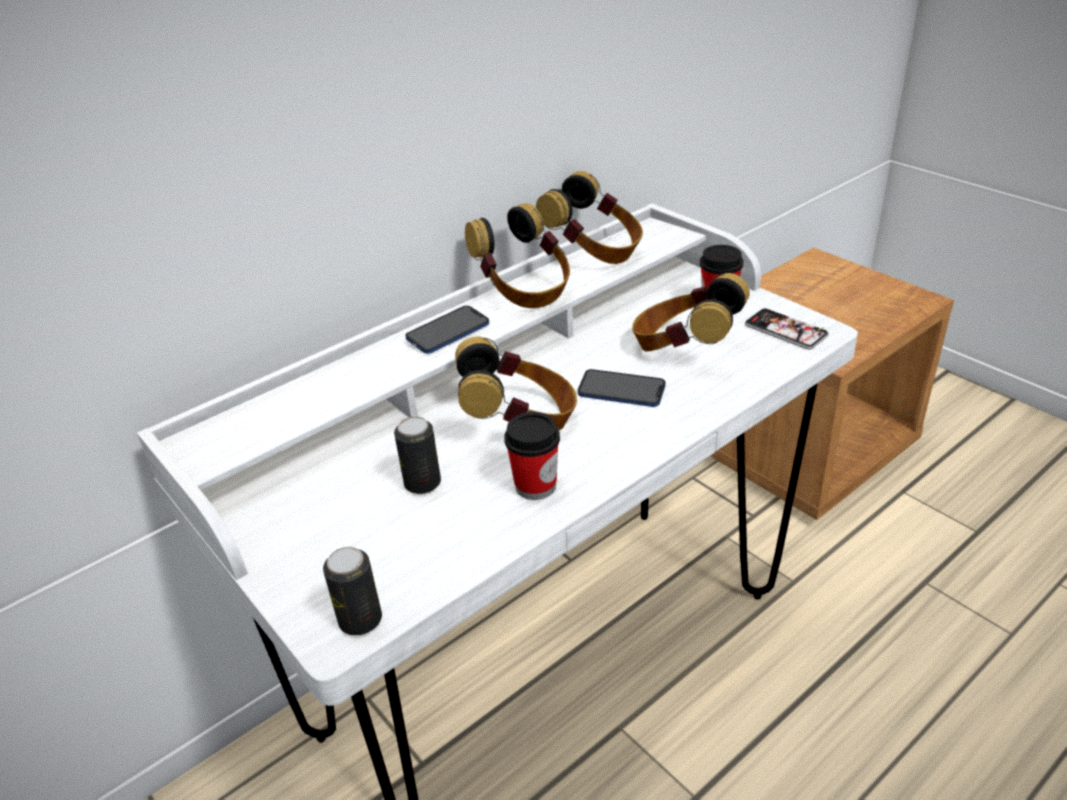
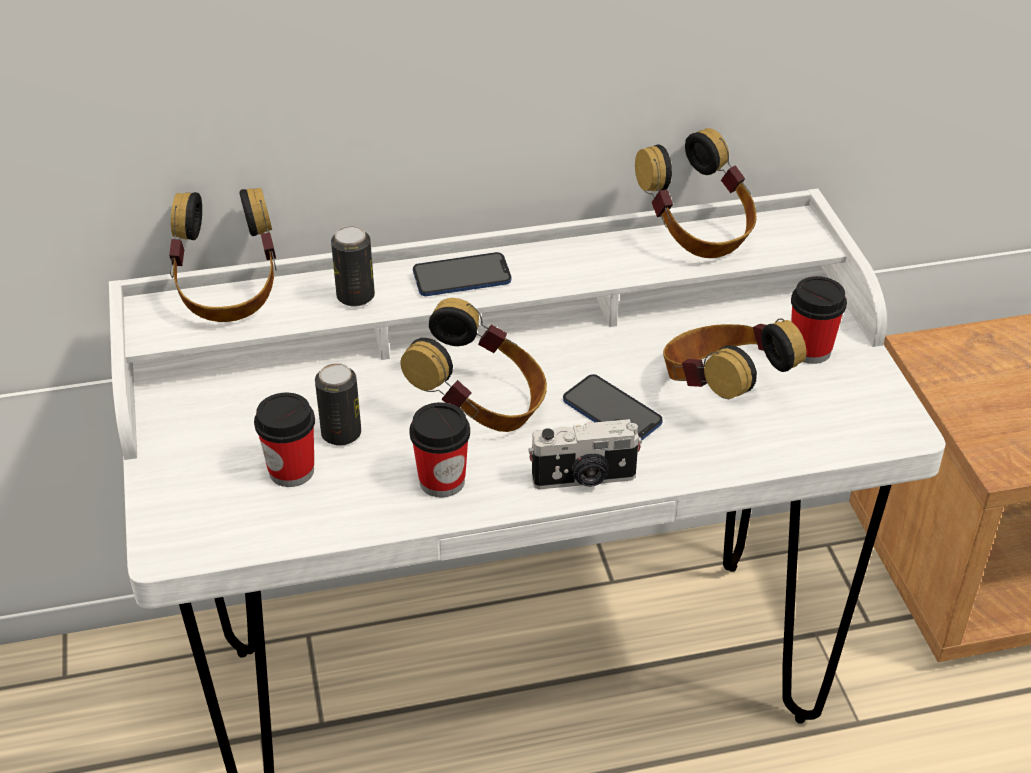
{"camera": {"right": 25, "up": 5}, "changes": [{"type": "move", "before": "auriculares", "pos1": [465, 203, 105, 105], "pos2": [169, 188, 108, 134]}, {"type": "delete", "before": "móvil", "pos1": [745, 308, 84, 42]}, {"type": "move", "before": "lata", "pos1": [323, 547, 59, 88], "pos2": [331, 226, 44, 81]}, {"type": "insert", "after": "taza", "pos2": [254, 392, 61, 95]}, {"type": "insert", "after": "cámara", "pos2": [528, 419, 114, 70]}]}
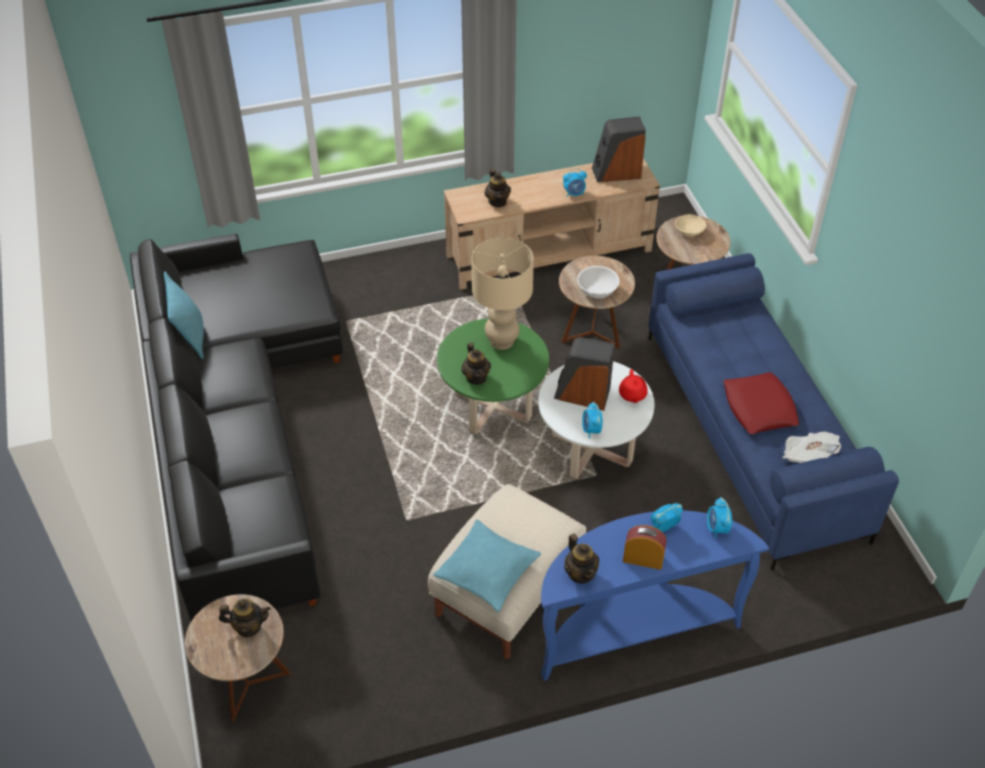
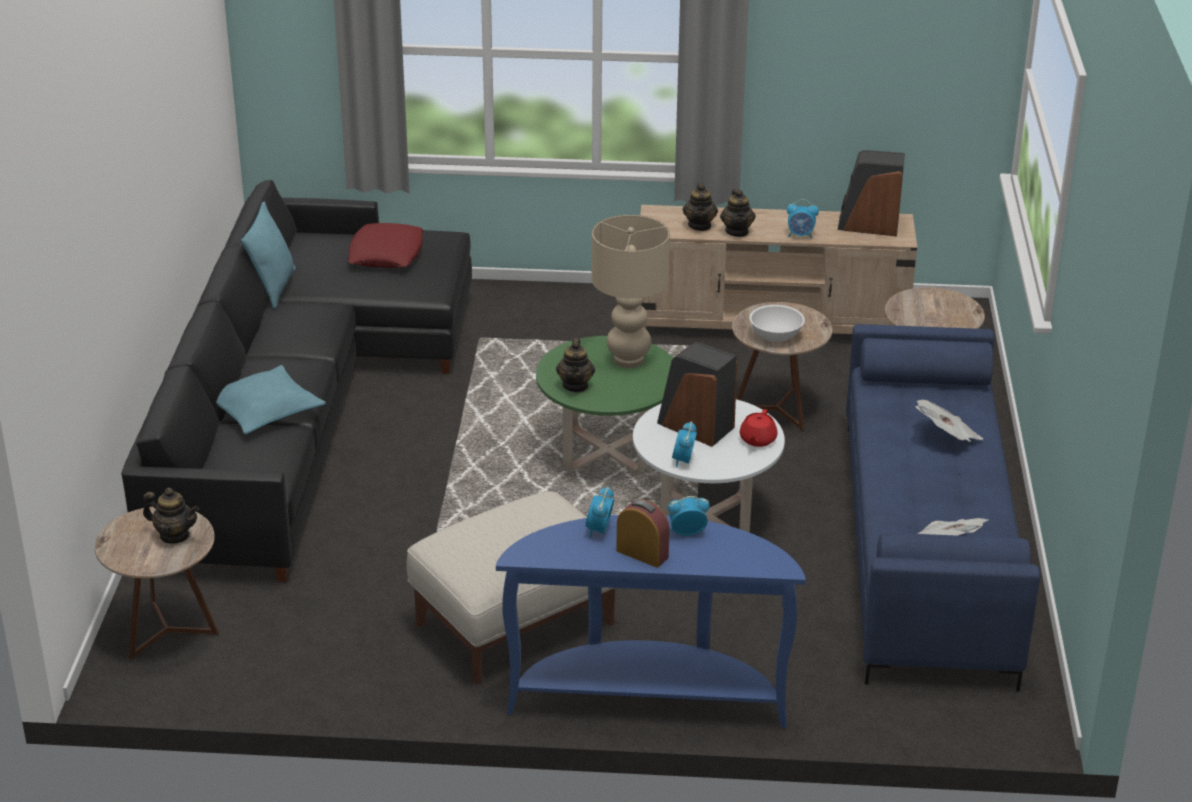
{"camera": {"right": 20, "up": -15}, "changes": [{"type": "delete", "before": "cuenco (beis)", "pos1": [675, 214, 31, 23]}, {"type": "move", "before": "cojín (rojo)", "pos1": [723, 372, 76, 62], "pos2": [348, 223, 75, 45]}, {"type": "move", "before": "despertador", "pos1": [707, 497, 25, 42], "pos2": [585, 486, 29, 52]}, {"type": "move", "before": "cojín (turquesa)", "pos1": [433, 519, 108, 93], "pos2": [216, 365, 110, 69]}, {"type": "move", "before": "tetera", "pos1": [564, 534, 35, 50], "pos2": [720, 189, 36, 48]}, {"type": "insert", "after": "periódico", "pos2": [915, 400, 68, 42]}]}
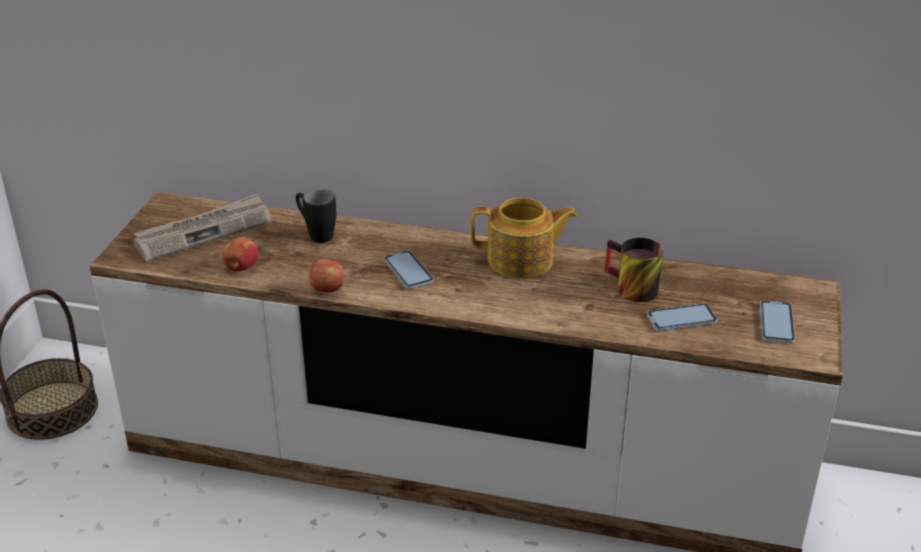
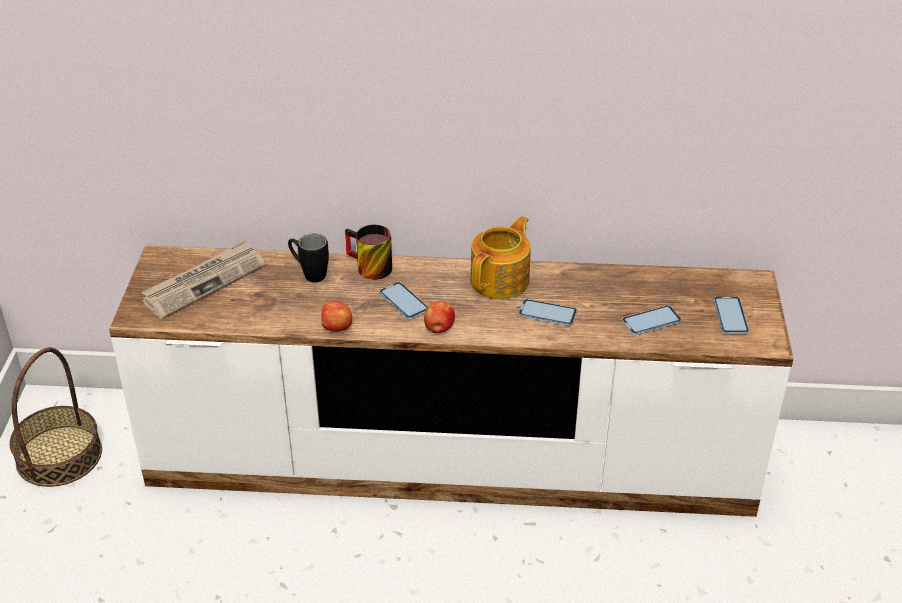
{"camera": {"right": -10, "up": 5}, "changes": [{"type": "rotate", "before": "tetera", "pos1": [471, 197, 107, 81], "pos2": [470, 216, 61, 83], "turn": -45}, {"type": "move", "before": "manzana", "pos1": [223, 237, 36, 34], "pos2": [424, 301, 31, 32]}, {"type": "move", "before": "taza grande", "pos1": [605, 238, 58, 64], "pos2": [345, 225, 47, 55]}, {"type": "insert", "after": "móvil", "pos2": [518, 299, 59, 27]}]}
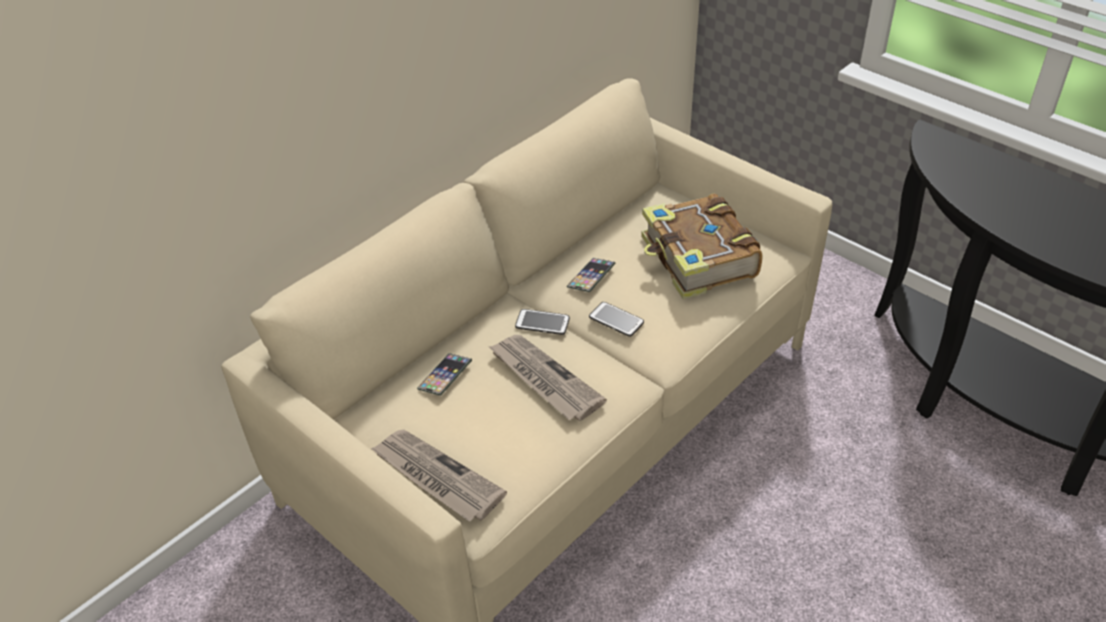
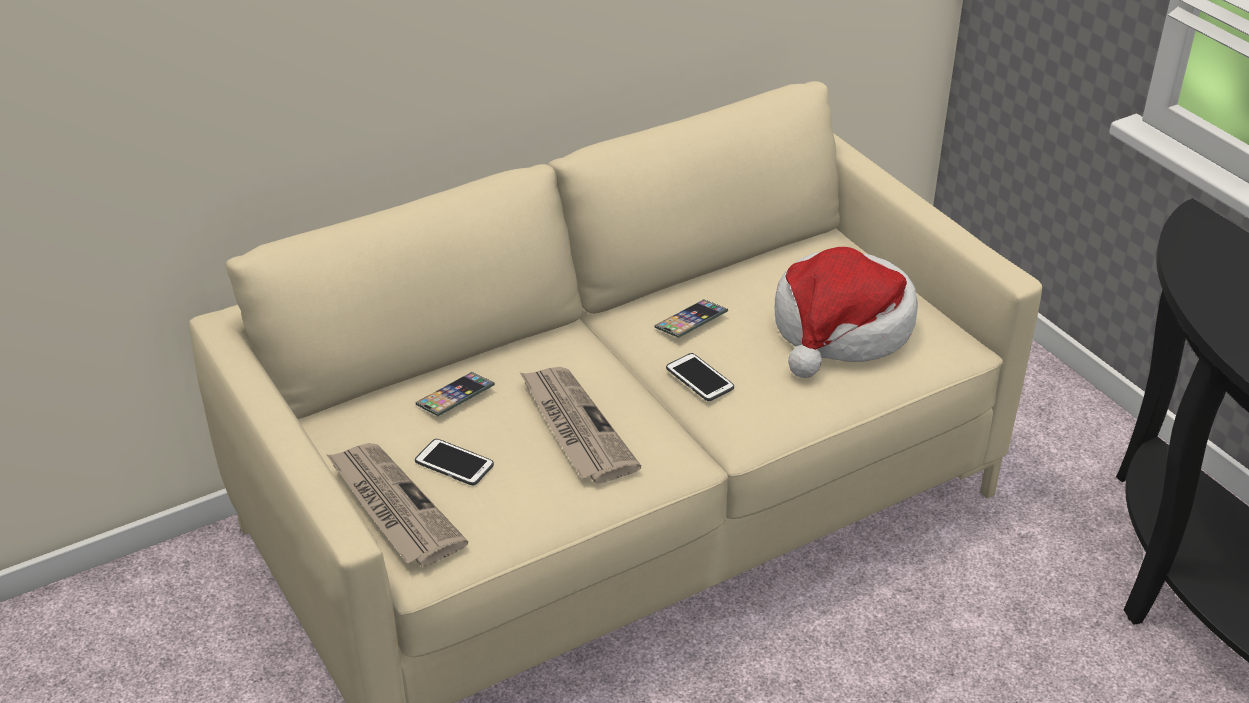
{"camera": {"right": 15, "up": -5}, "changes": [{"type": "replace", "before": "libro", "after": "sombrero", "pos1": [641, 193, 121, 106], "pos2": [775, 247, 143, 131]}, {"type": "move", "before": "móvil", "pos1": [515, 309, 55, 26], "pos2": [415, 439, 79, 47]}]}
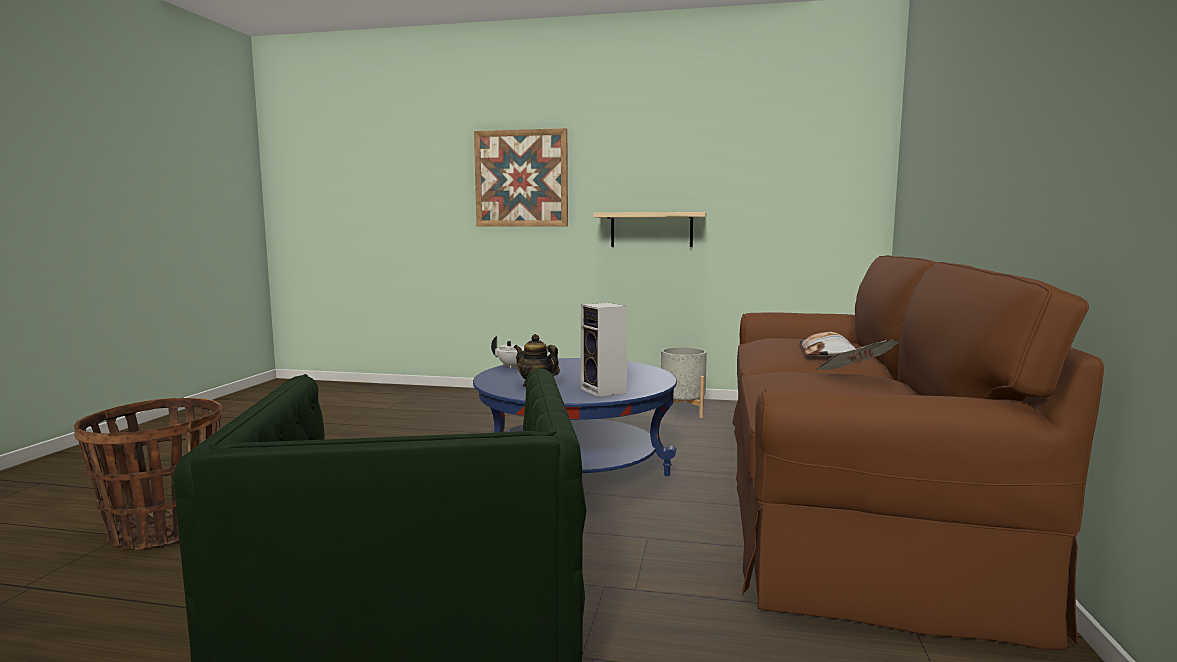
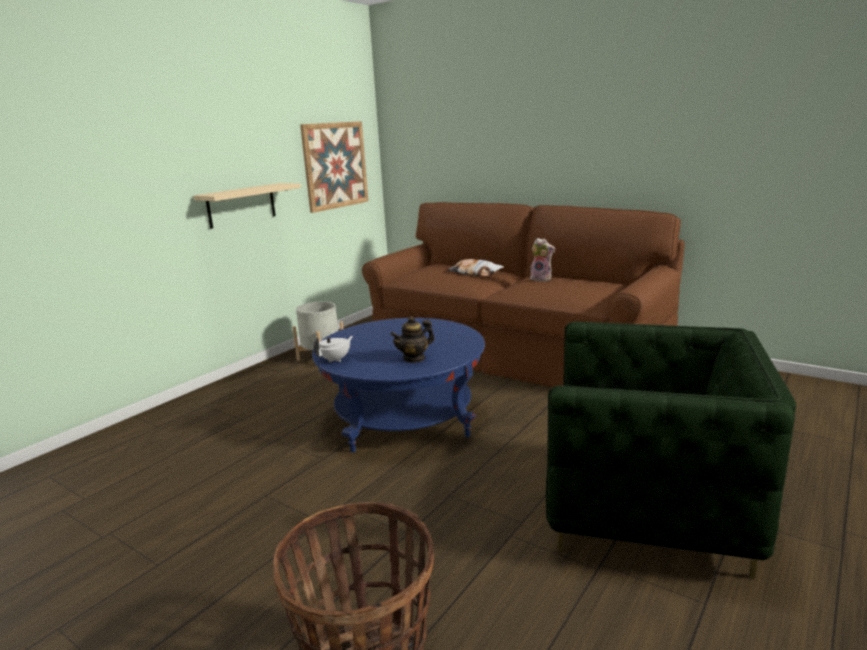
{"camera": {"right": -65, "up": 10}, "changes": [{"type": "move", "before": "cuadro", "pos1": [474, 128, 94, 98], "pos2": [300, 121, 68, 92]}, {"type": "delete", "before": "altavoz", "pos1": [581, 303, 47, 94]}, {"type": "replace", "before": "periódico", "after": "peluche", "pos1": [816, 339, 82, 31], "pos2": [530, 238, 25, 44]}]}
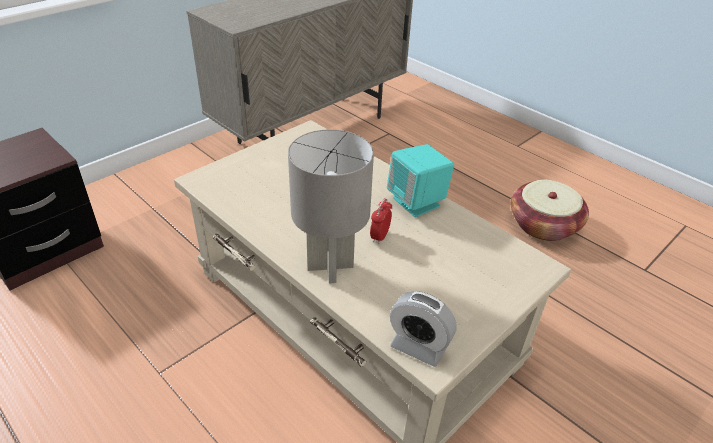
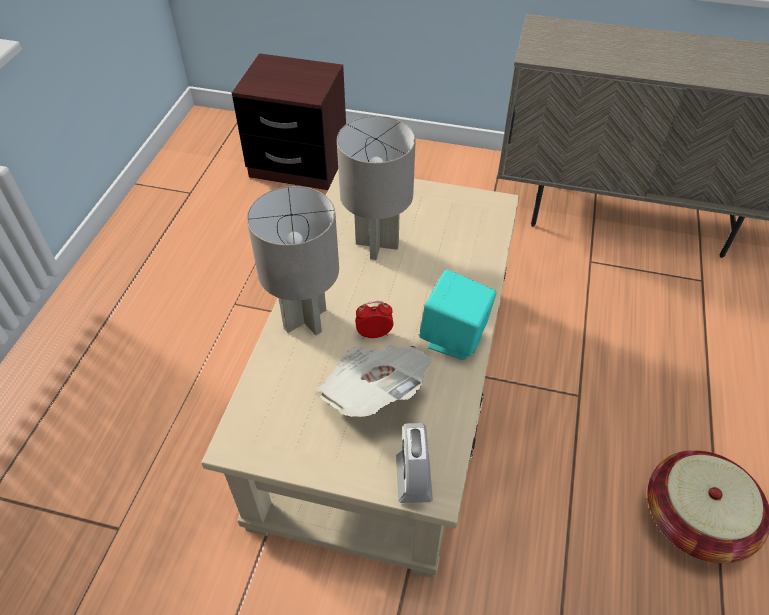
{"camera": {"right": 60, "up": 10}, "changes": [{"type": "move", "before": "despertador", "pos1": [390, 291, 67, 76], "pos2": [396, 423, 37, 80]}, {"type": "insert", "after": "lámpara de mesa (gris)", "pos2": [337, 116, 79, 144]}, {"type": "insert", "after": "periódico", "pos2": [316, 345, 116, 72]}]}
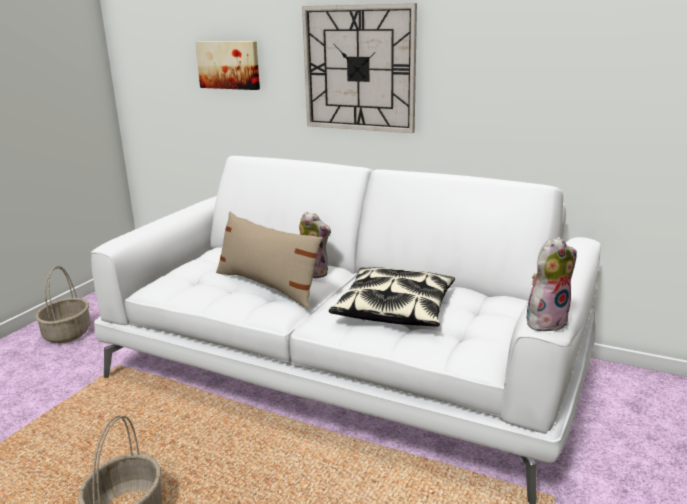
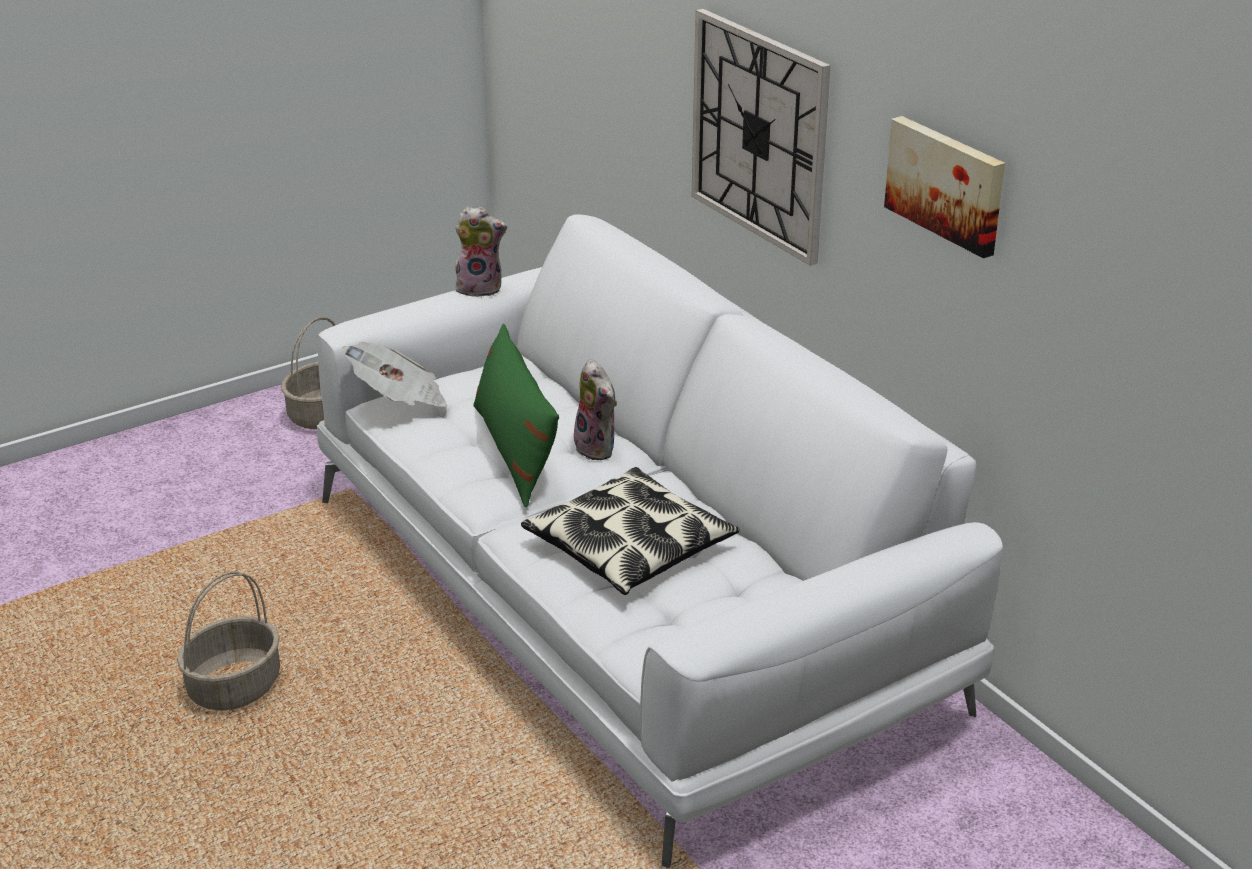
{"camera": {"right": 30, "up": 10}, "changes": [{"type": "move", "before": "cuadro", "pos1": [195, 41, 65, 49], "pos2": [884, 116, 121, 142]}, {"type": "recolor", "before": "cojín (beis)", "after": "cojín (verde)", "pos1": [216, 212, 107, 97], "pos2": [473, 324, 86, 183]}, {"type": "move", "before": "peluche", "pos1": [526, 237, 51, 94], "pos2": [454, 207, 53, 90]}, {"type": "insert", "after": "periódico", "pos2": [342, 342, 106, 65]}]}
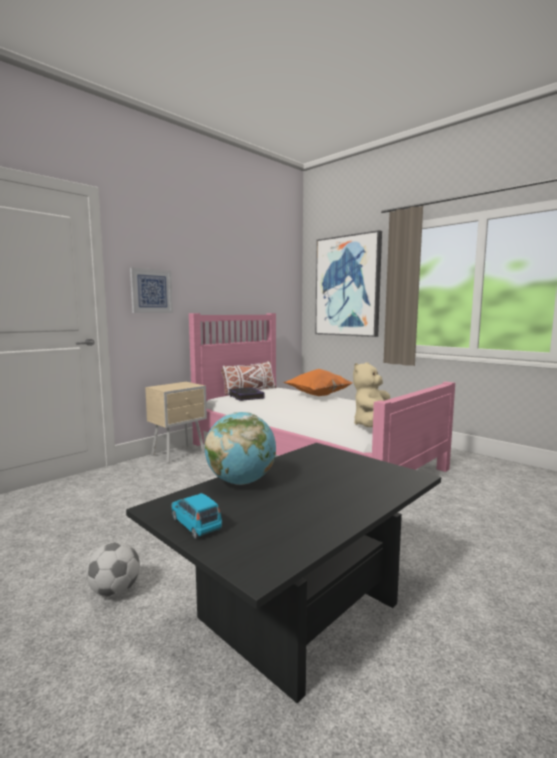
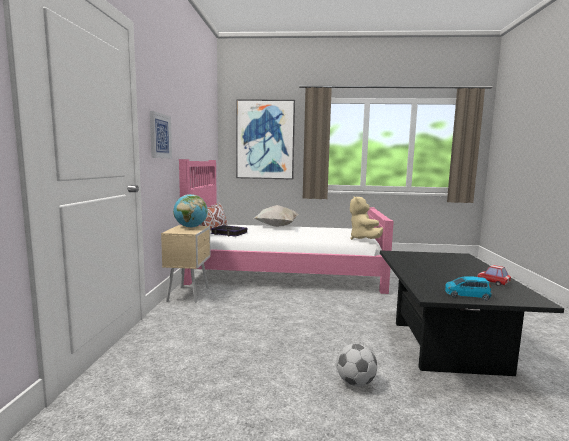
{"camera": {"right": -40, "up": 0}, "changes": [{"type": "recolor", "before": "cojín (naranja)", "after": "cojín (blanco)", "pos1": [282, 369, 71, 27], "pos2": [254, 205, 44, 22]}, {"type": "move", "before": "globo terráqueo", "pos1": [205, 412, 71, 73], "pos2": [173, 194, 35, 34]}, {"type": "insert", "after": "coche de juguete", "pos2": [477, 265, 34, 21]}]}
